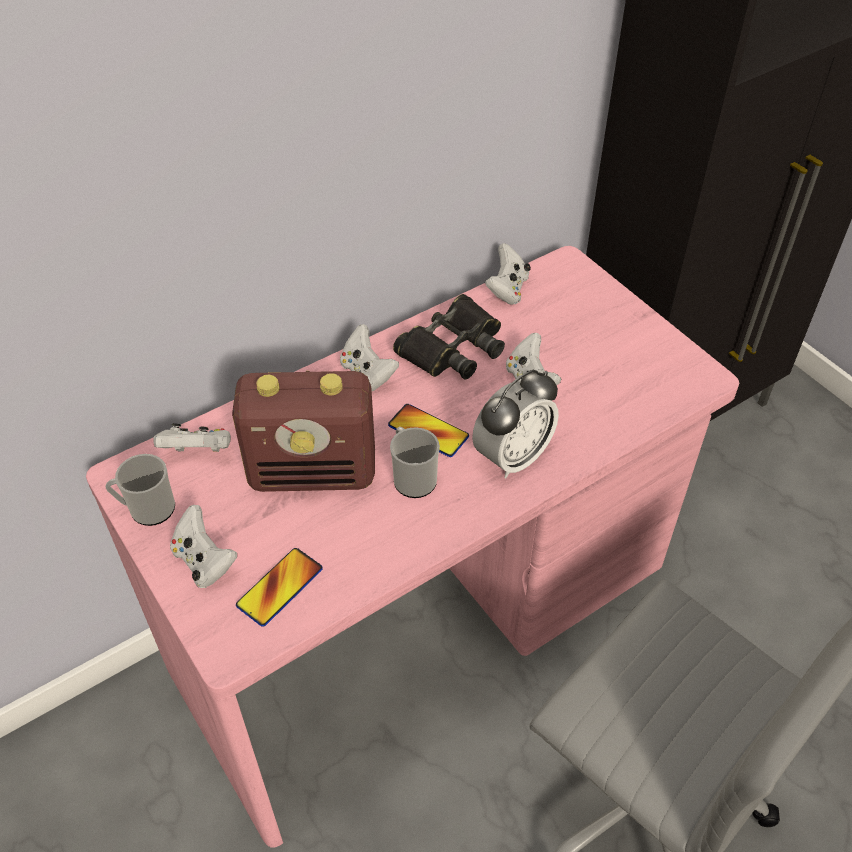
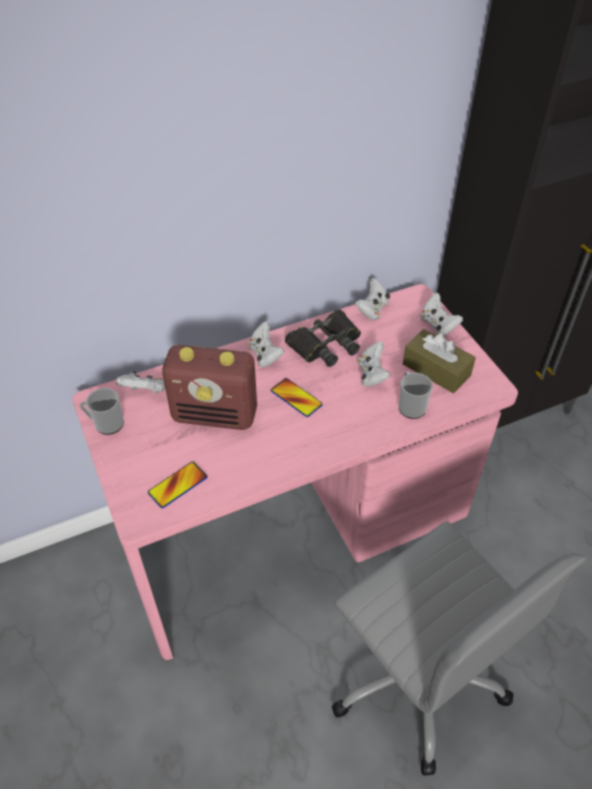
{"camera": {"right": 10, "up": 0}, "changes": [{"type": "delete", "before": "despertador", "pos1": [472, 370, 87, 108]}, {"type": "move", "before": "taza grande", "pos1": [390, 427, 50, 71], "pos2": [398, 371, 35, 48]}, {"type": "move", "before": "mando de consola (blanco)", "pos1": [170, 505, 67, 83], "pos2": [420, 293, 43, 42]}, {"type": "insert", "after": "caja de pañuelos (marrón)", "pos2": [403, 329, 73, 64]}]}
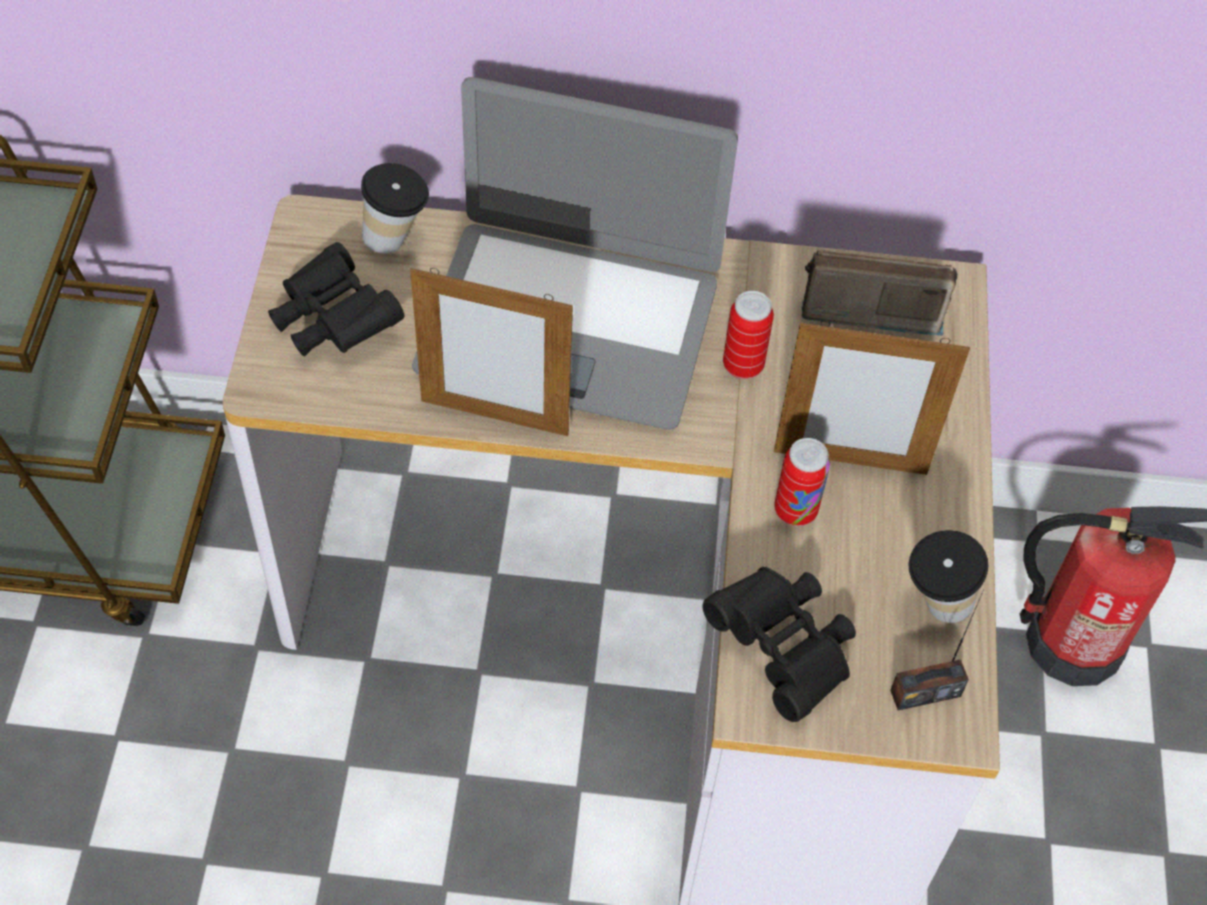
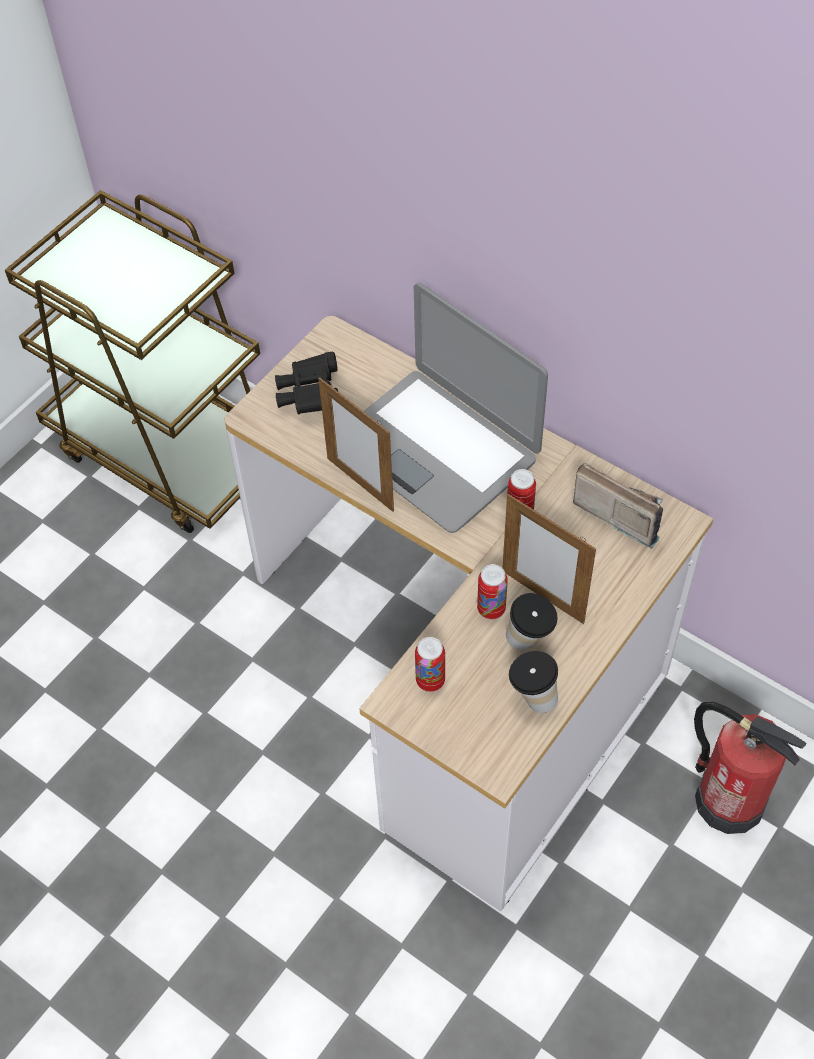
{"camera": {"right": 35, "up": 0}, "changes": [{"type": "move", "before": "taza", "pos1": [361, 163, 68, 91], "pos2": [506, 593, 52, 57]}, {"type": "replace", "before": "prismáticos (negro)", "after": "lata", "pos1": [702, 567, 154, 155], "pos2": [415, 637, 30, 55]}, {"type": "delete", "before": "radio", "pos1": [890, 590, 94, 121]}]}
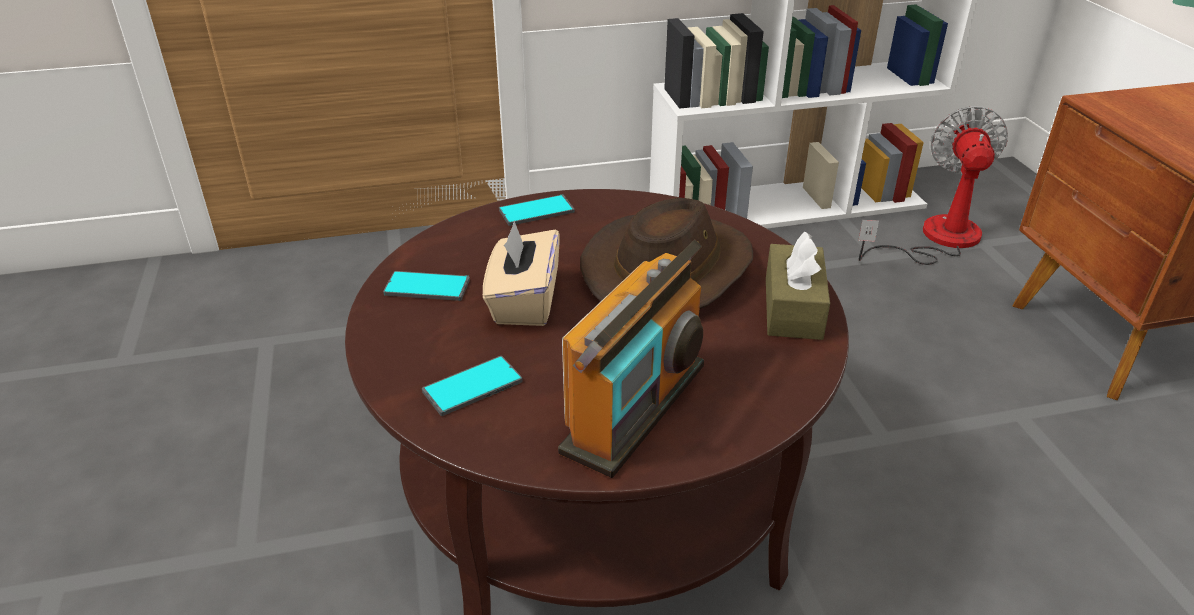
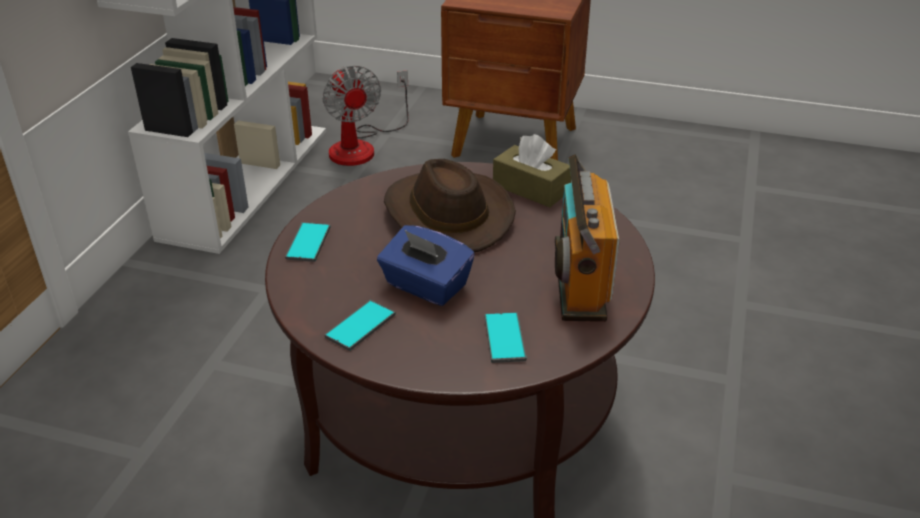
{"camera": {"right": -60, "up": 0}, "changes": [{"type": "rotate", "before": "ventilador", "pos1": [858, 106, 150, 159], "pos2": [322, 65, 86, 101], "turn": -150}, {"type": "recolor", "before": "caja de pañuelos (beis)", "after": "caja de pañuelos (azul)", "pos1": [483, 221, 77, 105], "pos2": [377, 225, 98, 81]}, {"type": "rotate", "before": "radio", "pos1": [558, 239, 146, 239], "pos2": [555, 154, 65, 168], "turn": -150}]}
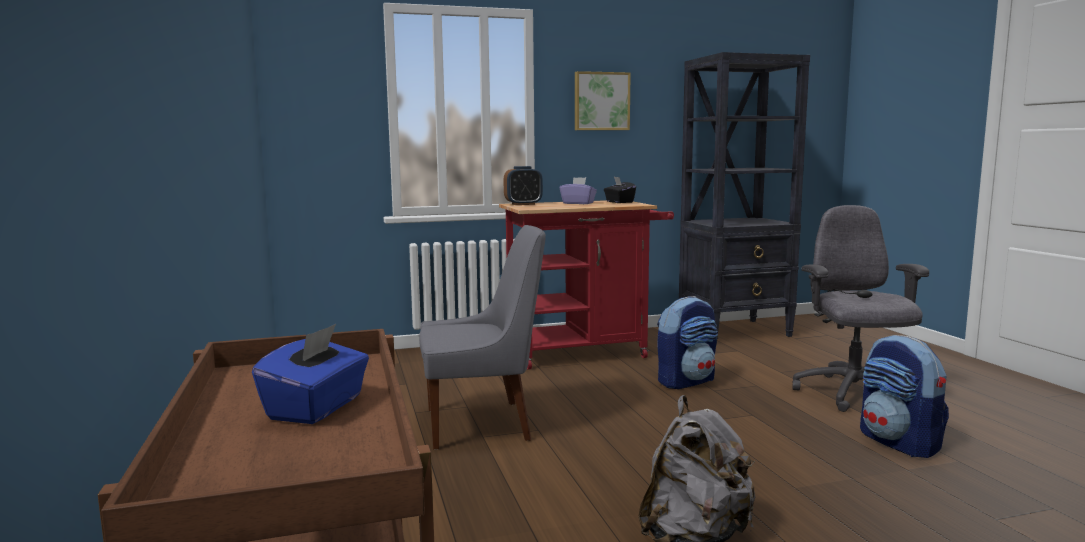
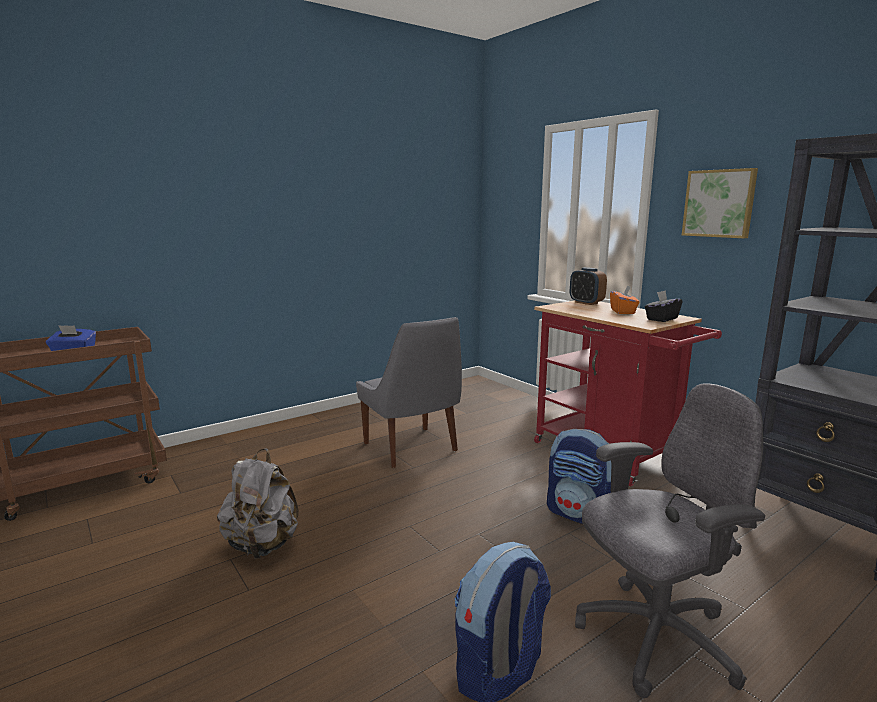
{"camera": {"right": 70, "up": 5}, "changes": [{"type": "recolor", "before": "caja de pañuelos (morado)", "after": "caja de pañuelos (naranja)", "pos1": [560, 177, 37, 27], "pos2": [610, 285, 29, 29]}]}
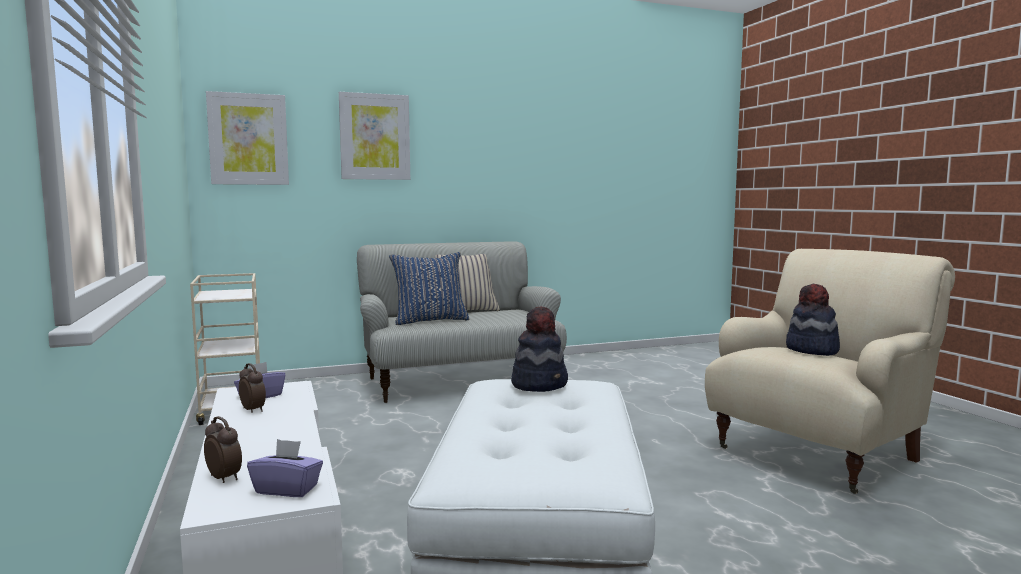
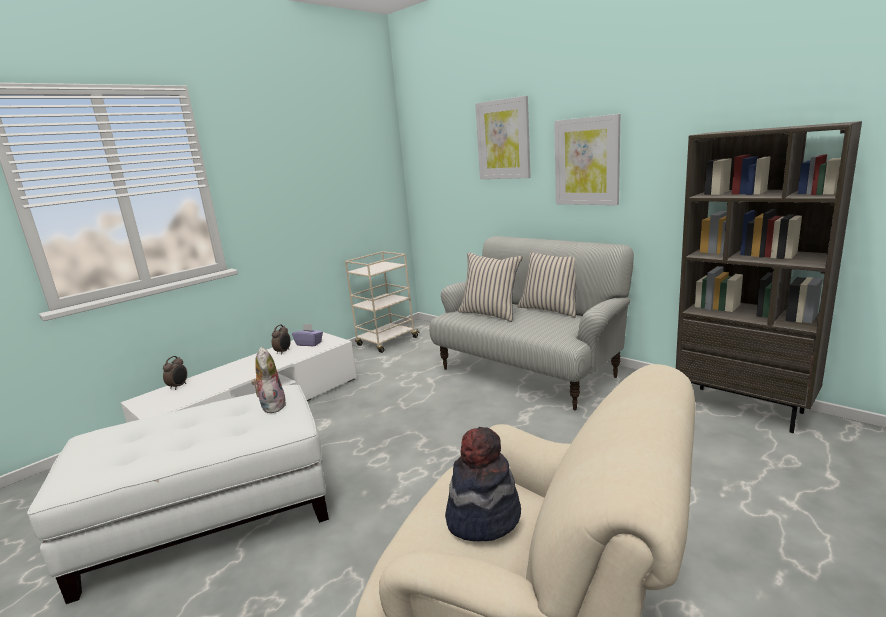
{"camera": {"right": 65, "up": 10}, "changes": [{"type": "move", "before": "cuadro", "pos1": [206, 91, 83, 94], "pos2": [554, 114, 66, 91]}, {"type": "recolor", "before": "cojín (azul)", "after": "cojín (beis)", "pos1": [389, 252, 81, 73], "pos2": [458, 252, 64, 70]}, {"type": "replace", "before": "sombrero", "after": "peluche", "pos1": [511, 306, 57, 86], "pos2": [251, 347, 36, 66]}, {"type": "delete", "before": "caja de pañuelos (morado)", "pos1": [247, 439, 76, 58]}, {"type": "insert", "after": "estantería (marrón)", "pos2": [676, 121, 186, 312]}]}
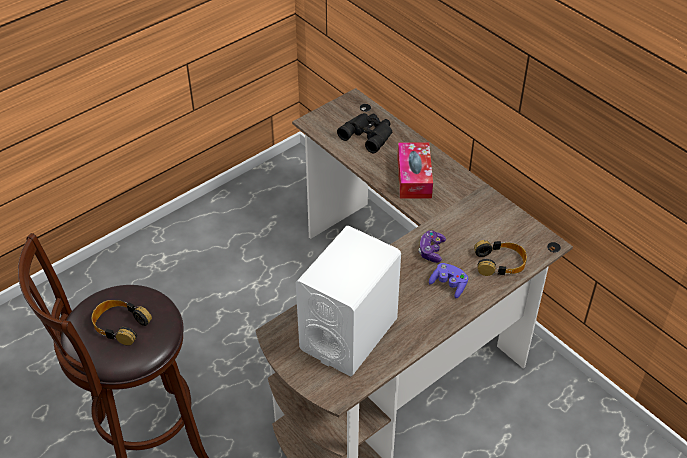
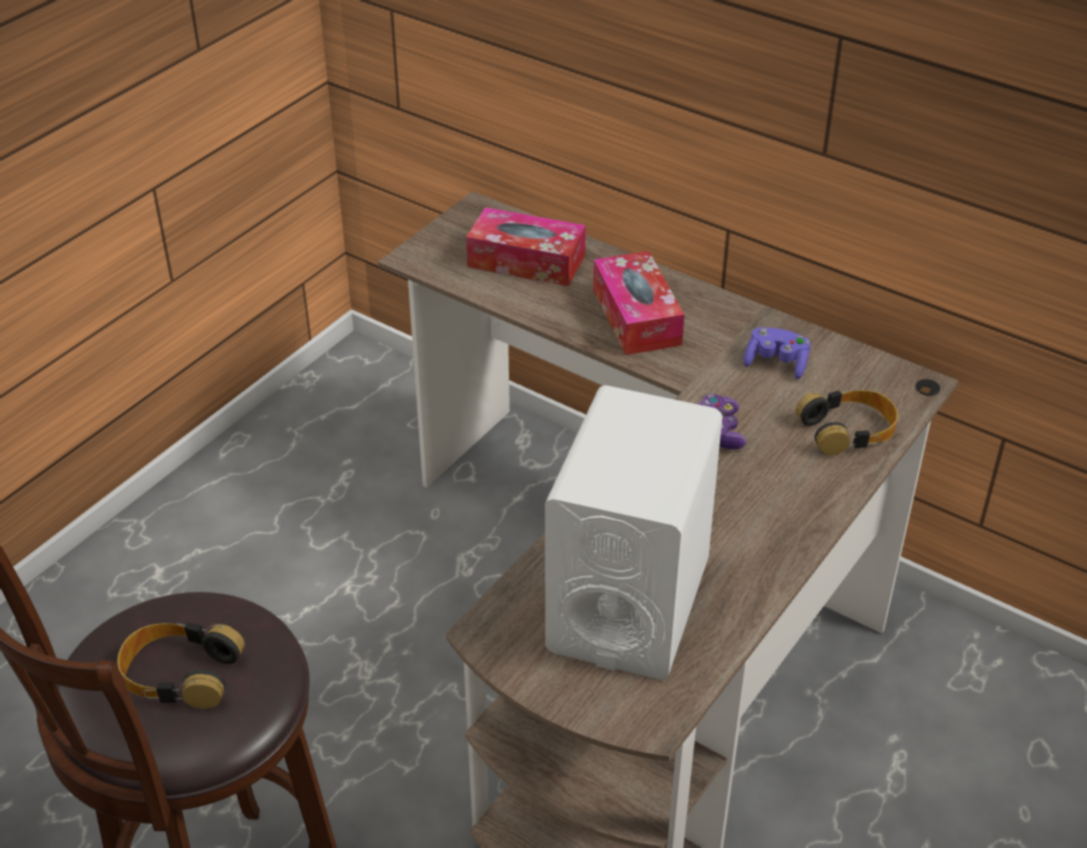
{"camera": {"right": -15, "up": -5}, "changes": [{"type": "replace", "before": "prismáticos (negro)", "after": "caja de pañuelos", "pos1": [337, 113, 55, 40], "pos2": [466, 207, 120, 79]}, {"type": "move", "before": "mando de consola (morado)", "pos1": [429, 263, 39, 35], "pos2": [743, 327, 68, 52]}]}
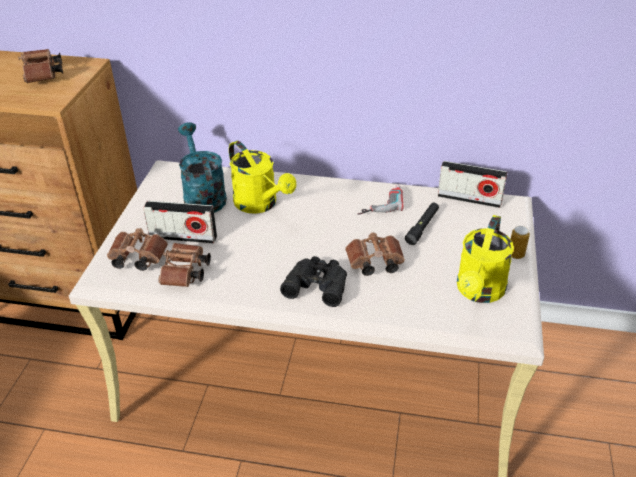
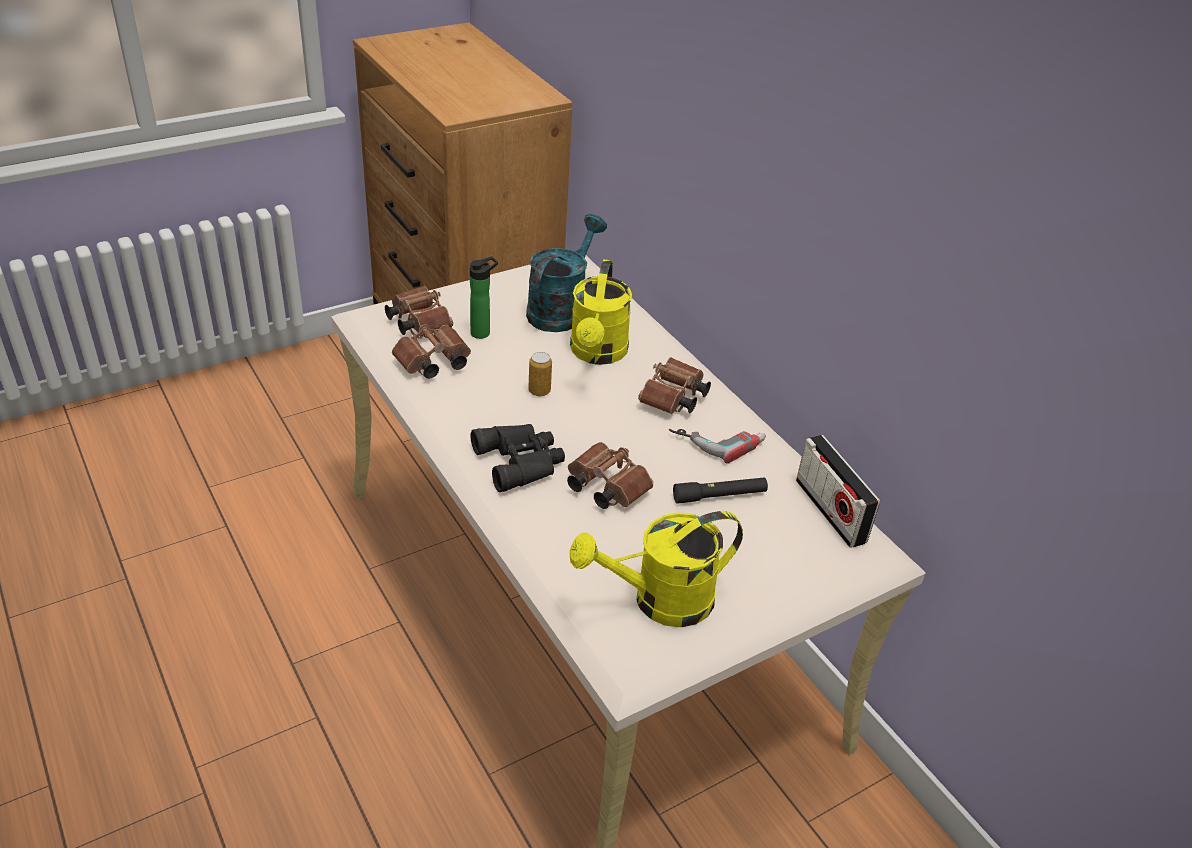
{"camera": {"right": 45, "up": 0}, "changes": [{"type": "move", "before": "prismáticos (marrón)", "pos1": [18, 49, 45, 34], "pos2": [638, 357, 73, 57]}, {"type": "replace", "before": "radio", "after": "botella", "pos1": [143, 201, 74, 42], "pos2": [470, 256, 28, 83]}, {"type": "move", "before": "lata", "pos1": [511, 226, 19, 33], "pos2": [528, 352, 24, 44]}]}
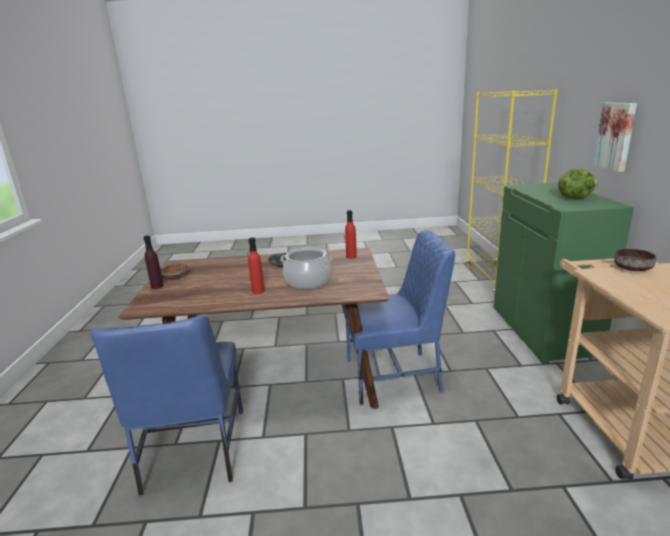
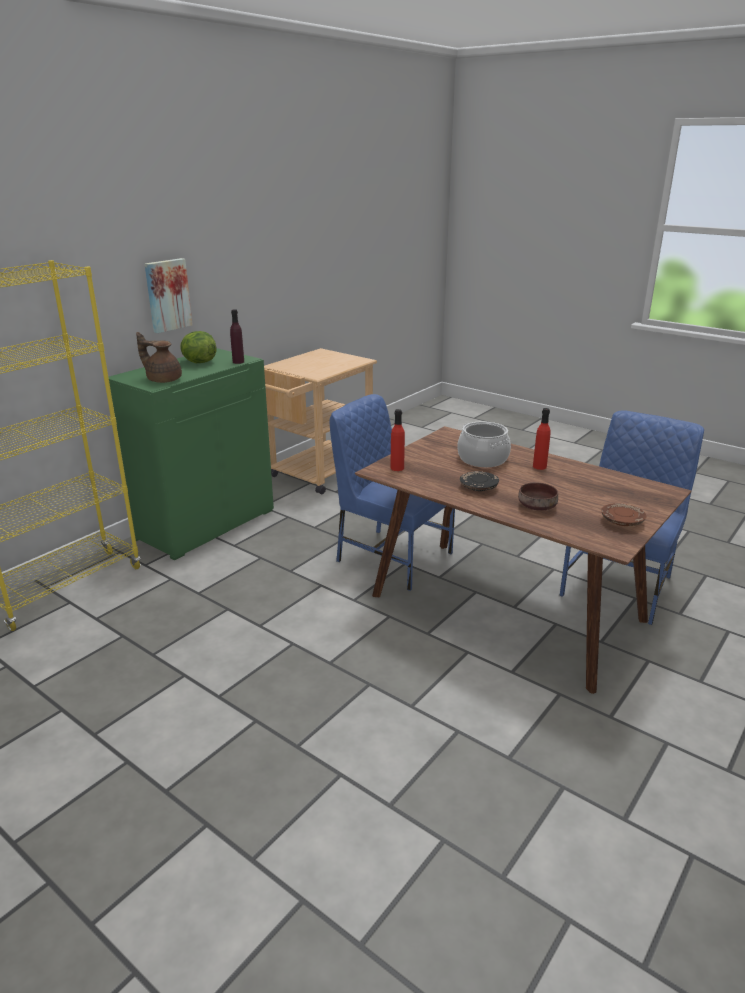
{"camera": {"right": -140, "up": 5}, "changes": [{"type": "move", "before": "botella (morado)", "pos1": [143, 235, 21, 54], "pos2": [230, 309, 14, 55]}, {"type": "move", "before": "cuenco (marrón)", "pos1": [614, 249, 42, 22], "pos2": [518, 483, 40, 28]}, {"type": "insert", "after": "tetera (marrón)", "pos2": [136, 332, 46, 51]}]}
